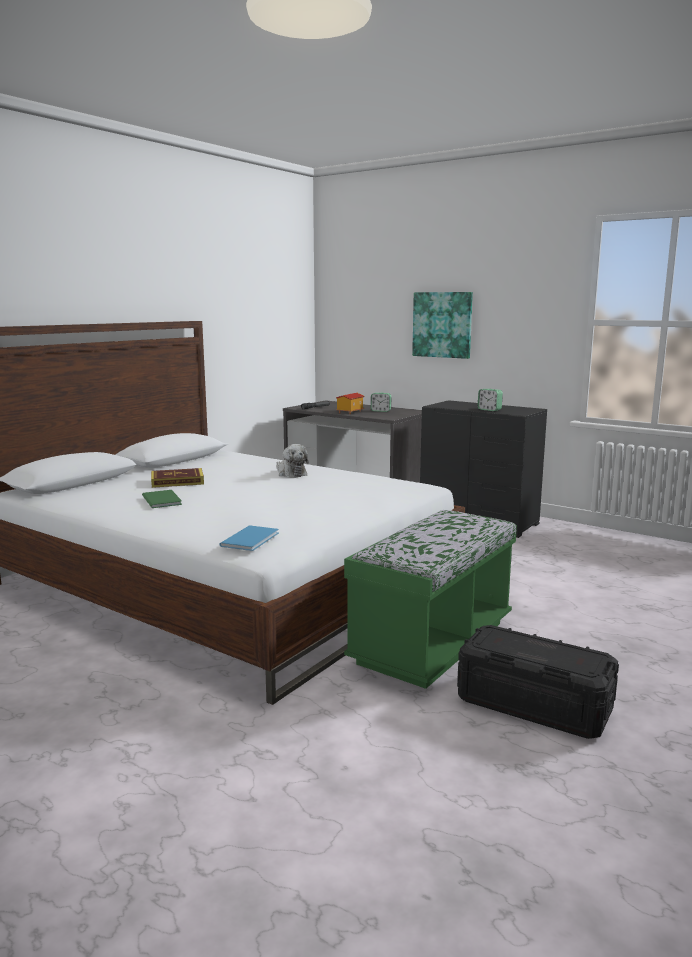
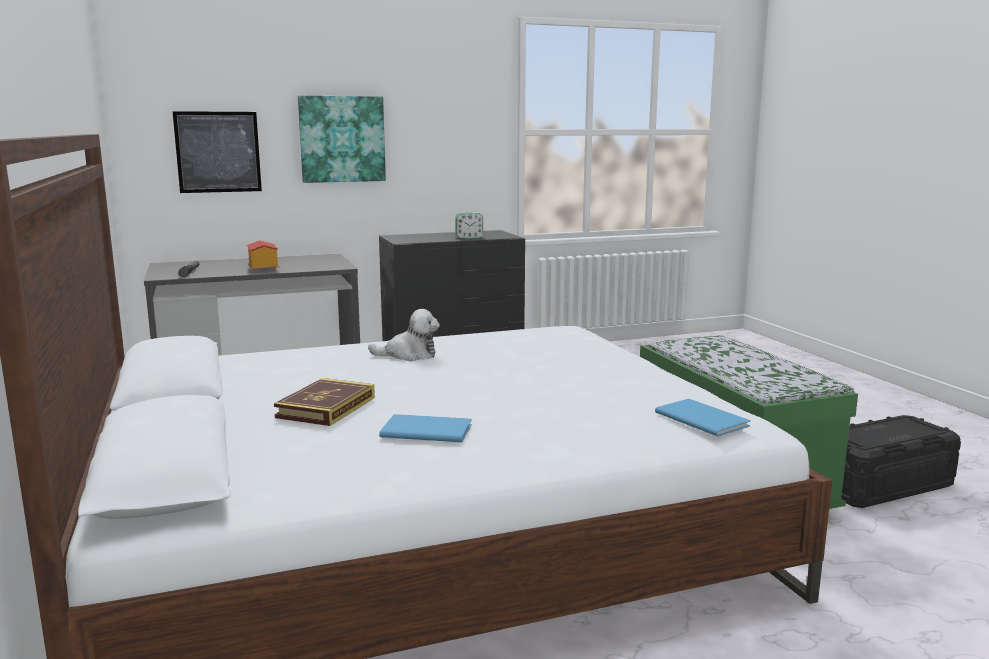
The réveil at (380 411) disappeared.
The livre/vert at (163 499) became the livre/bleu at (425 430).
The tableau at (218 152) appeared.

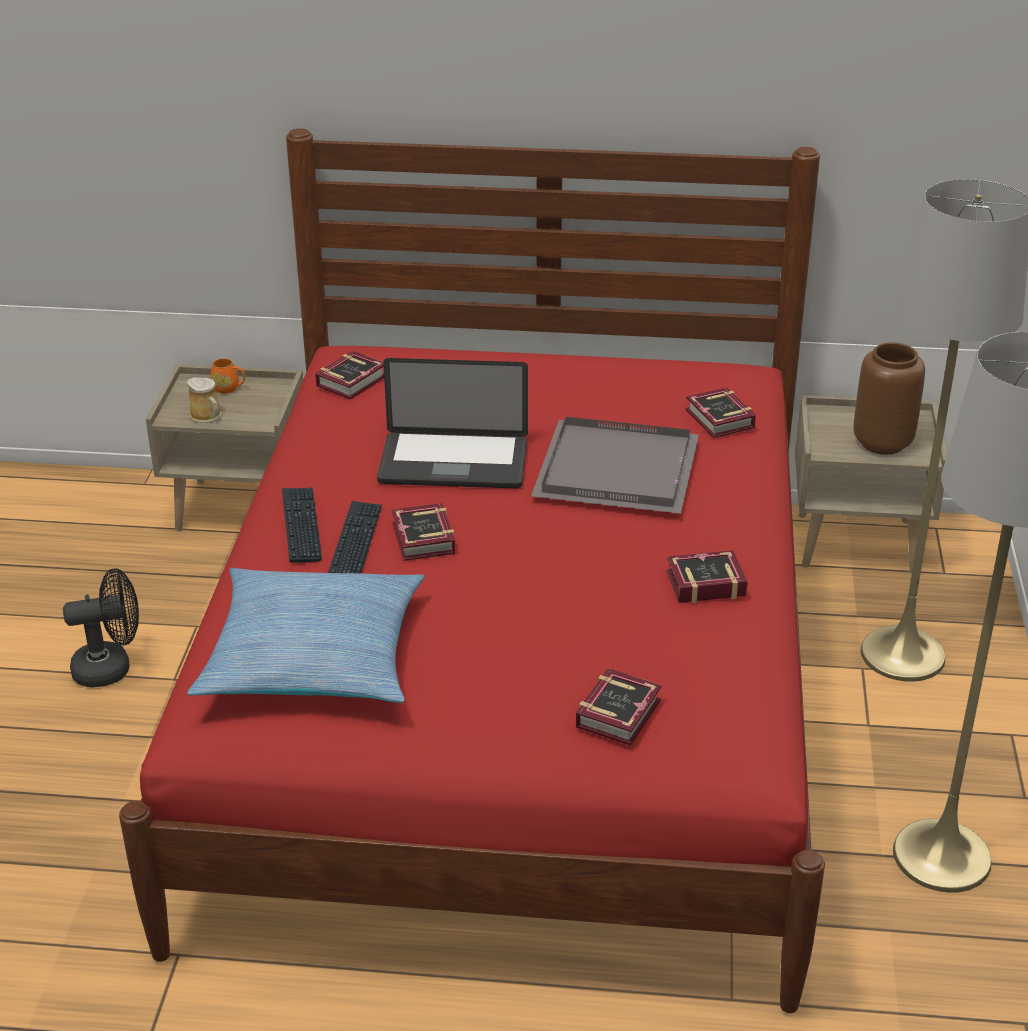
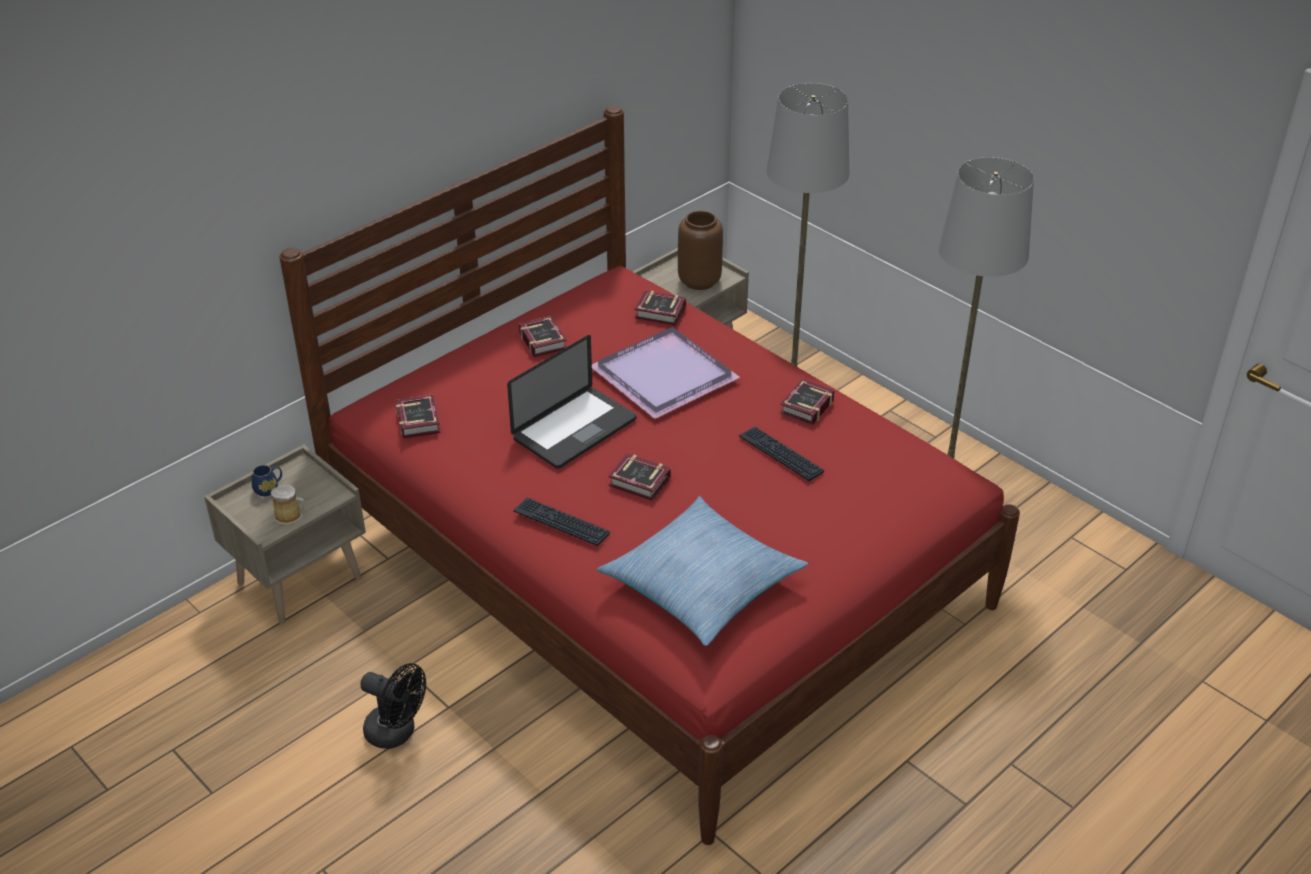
The mug/orange at (229 388) became the mug/bleu at (269 488).
The plateau/gris at (619 472) became the plateau/violet at (667 376).
The clavier moved from (355 542) to (780 455).
The ventilateur/noir at (111 668) turned 90 degrees clockwise.
The livre moved from (622 712) to (543 339).

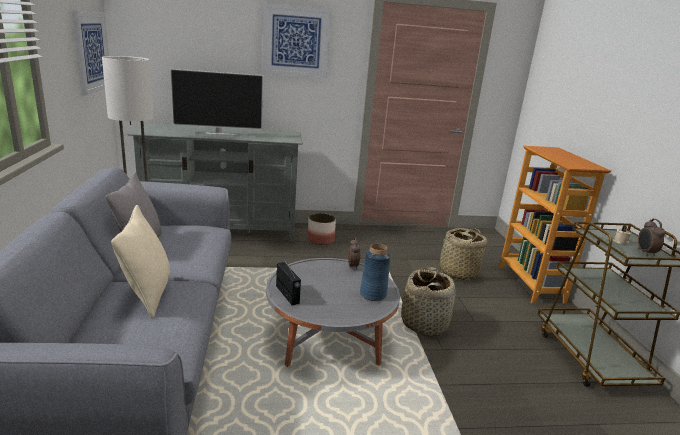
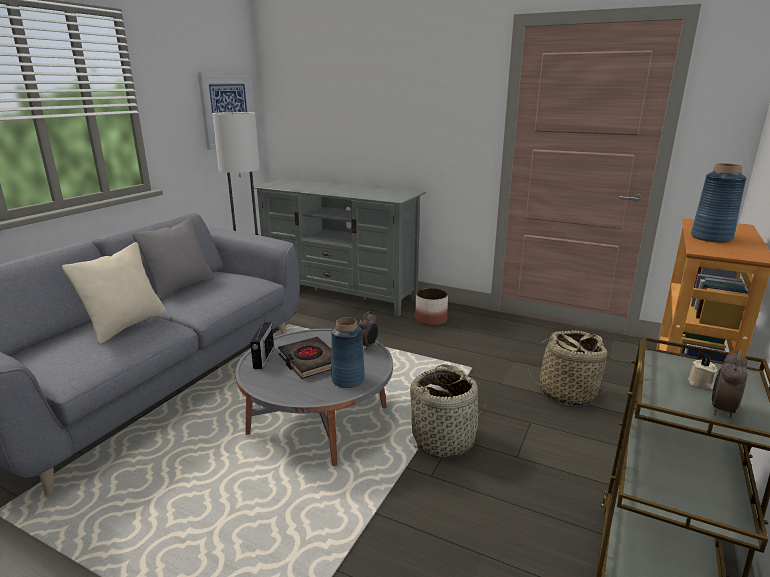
The tableau at (296 41) disappeared.
The téléviseur at (218 134) disappeared.
The vase/bleu at (711 238) appeared.
The livre/noir at (310 361) appeared.

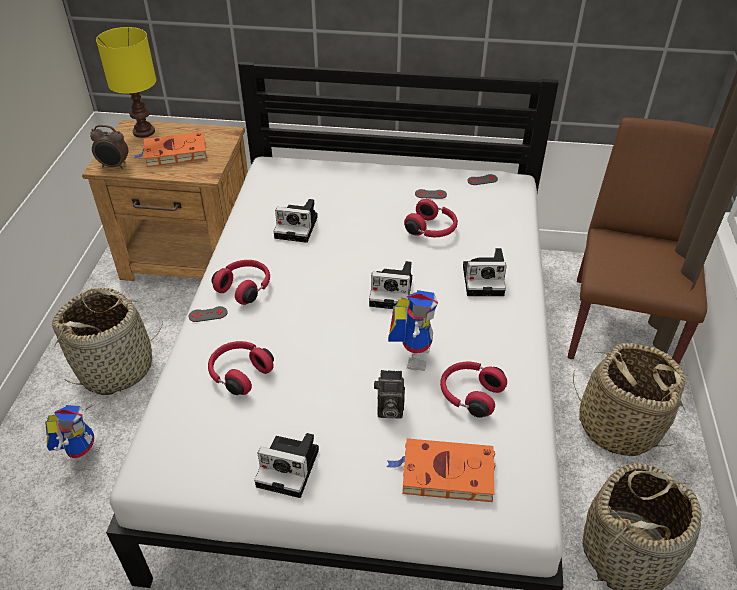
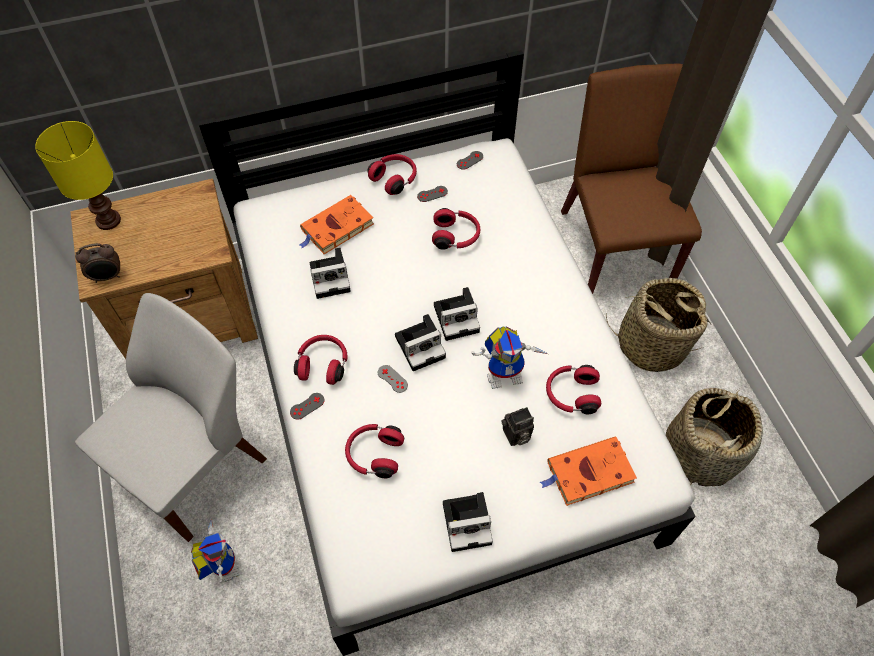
The livre/orange moved from (173 153) to (336 228).
The appareil photo moved from (485 280) to (421 345).
The panier at (117 367) was replaced by the chaise/blanc at (196 466).
The robot jouet at (412 353) turned 90 degrees clockwise.
The casque audio/rouge at (394 179) appeared.
The manette/gris at (392 379) appeared.

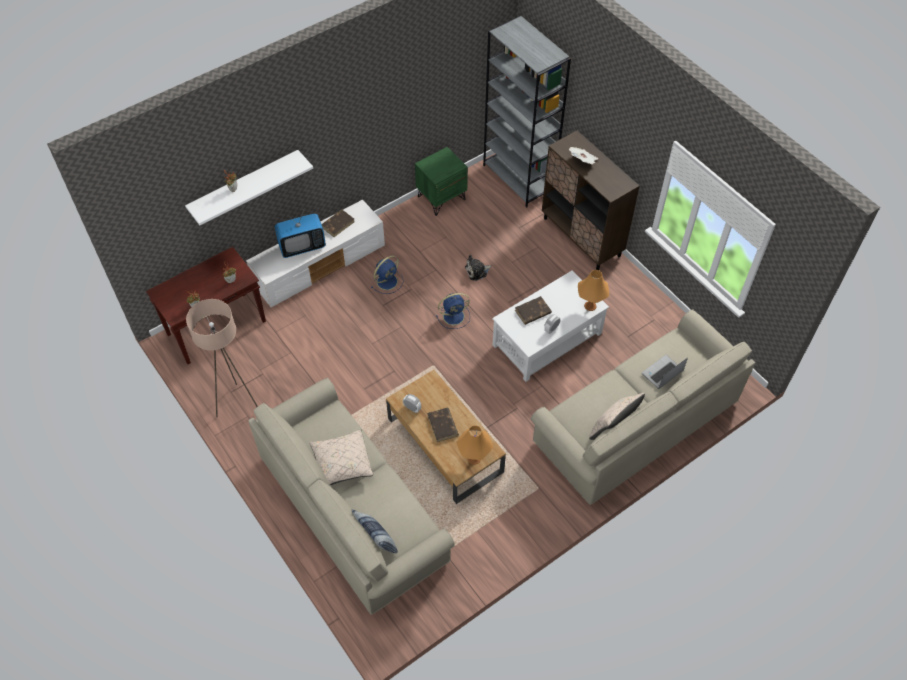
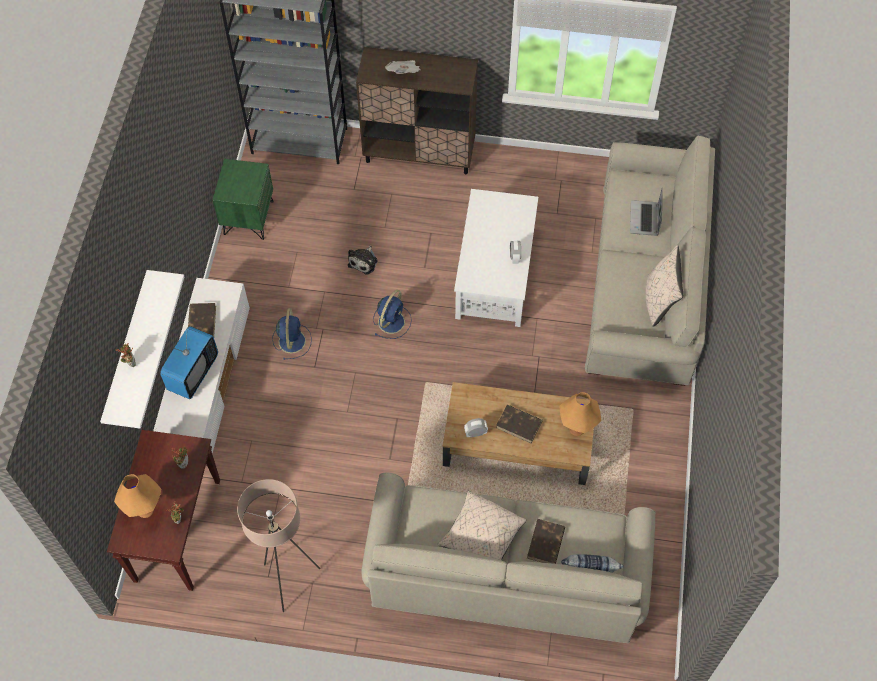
The lampe de table/orange moved from (590 306) to (145 509).
The livre/marron moved from (532 312) to (545 543).

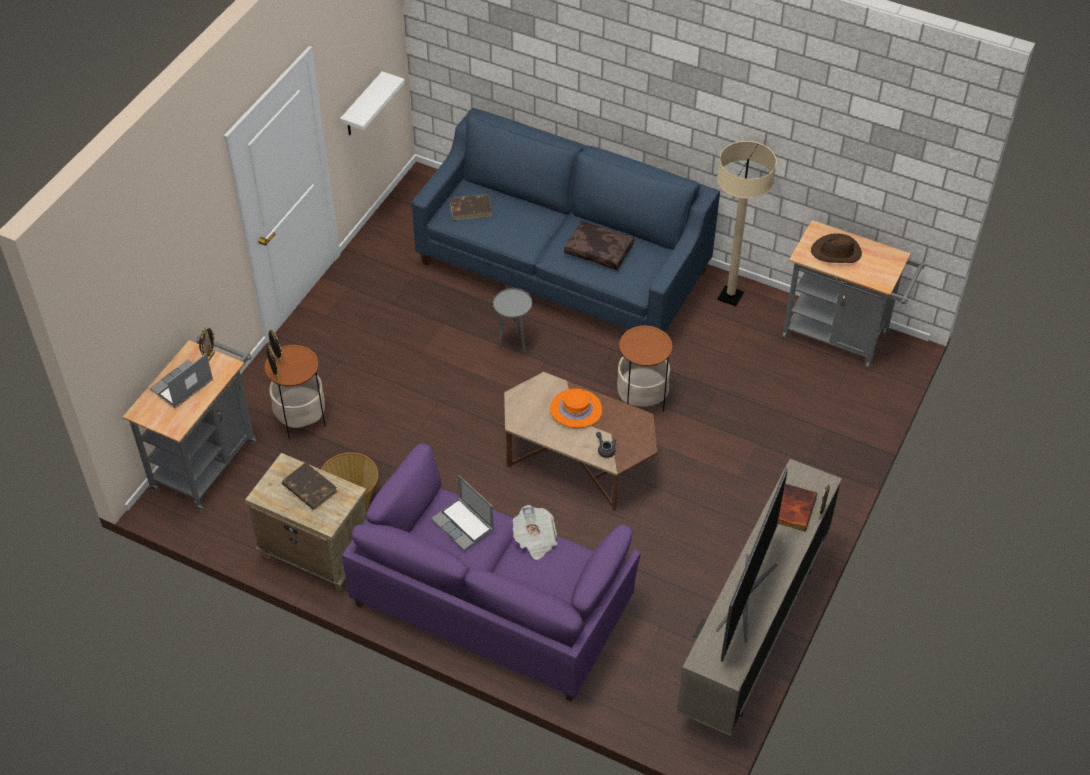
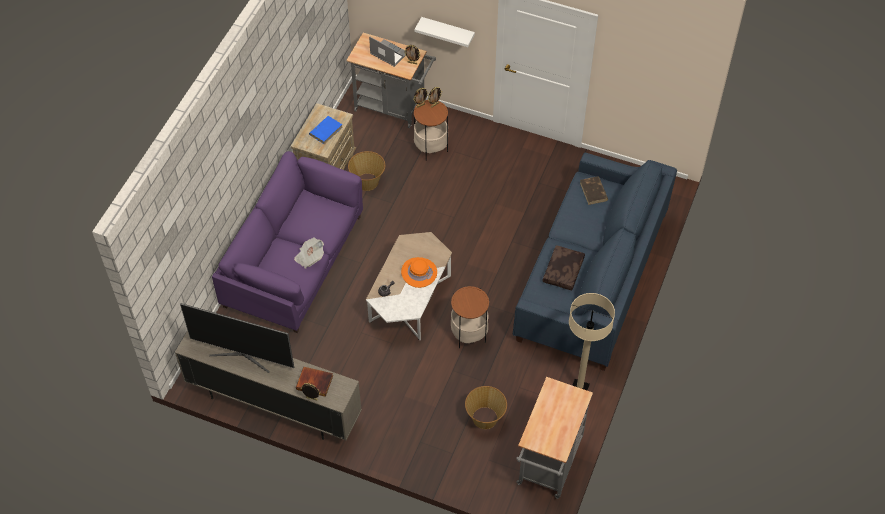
The étagère/blanc moved from (362 106) to (448 32).
The chapeau/marron at (836 252) disappeared.
The table d'appoint/gris at (513 343) disappeared.
The table basse/marron at (578 460) became the table basse/blanc at (409 299).
The livre/marron at (309 488) became the livre/bleu at (326 131).
The ordinateur portable at (464 525) disappeared.
The panier at (485 418) appeared.

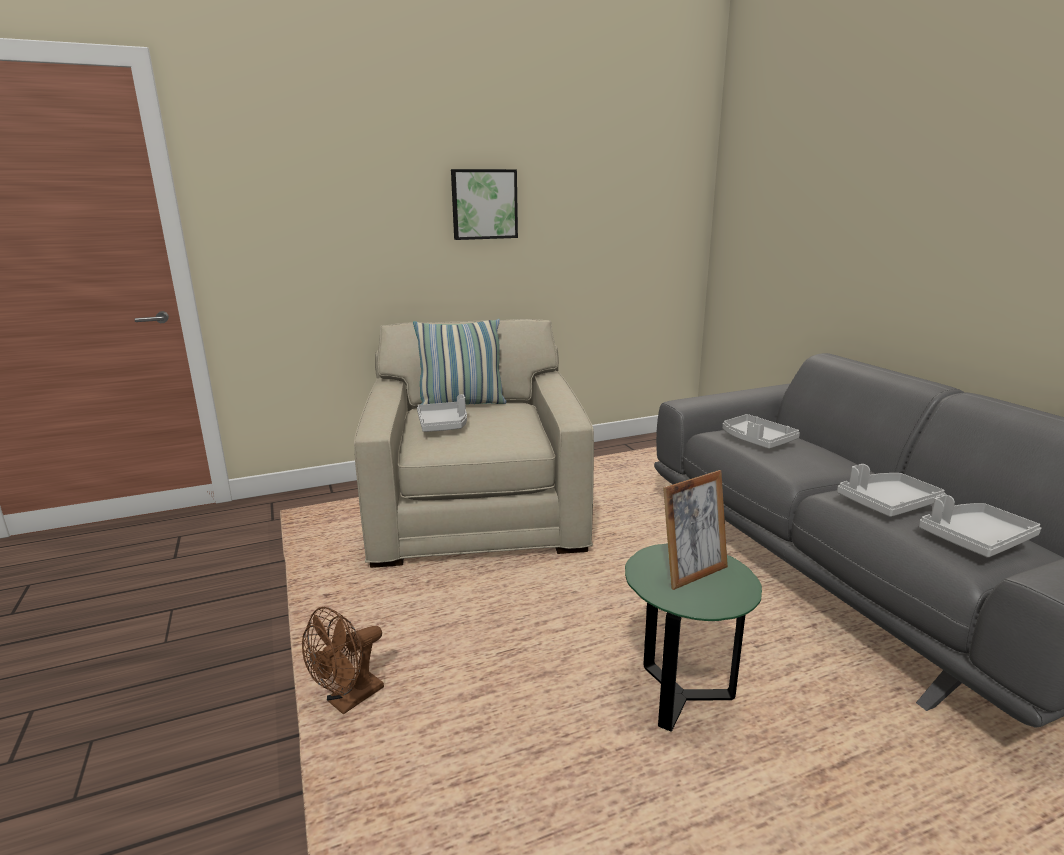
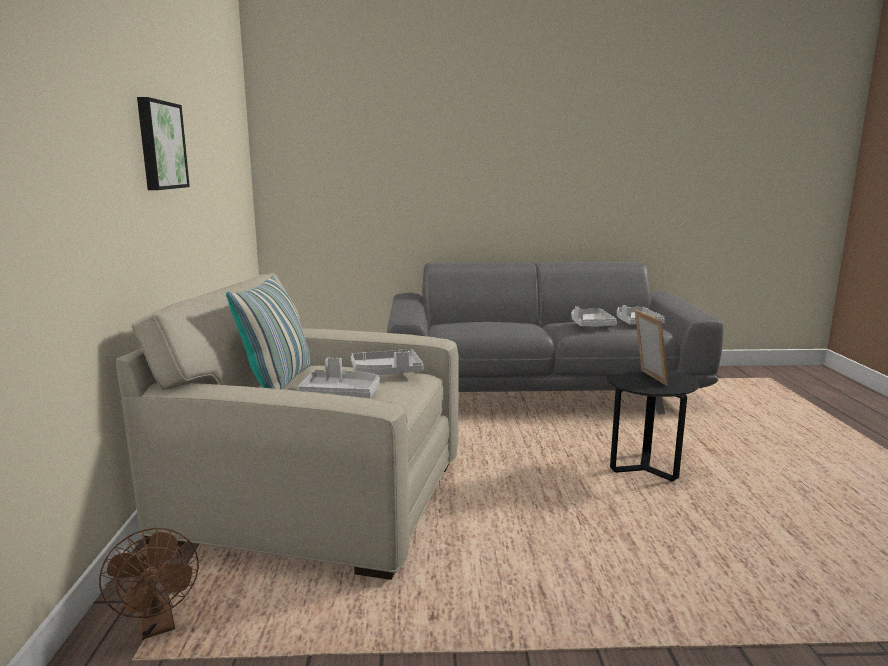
The plateau/gris moved from (756 440) to (387 372).
The table d'appoint/vert at (681 697) became the table d'appoint/noir at (644 469).
The ventilateur/marron moved from (348 701) to (158 626).

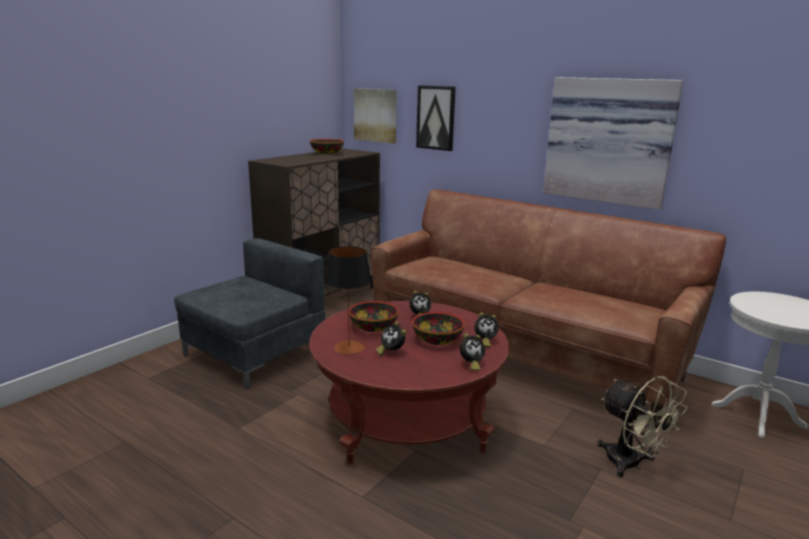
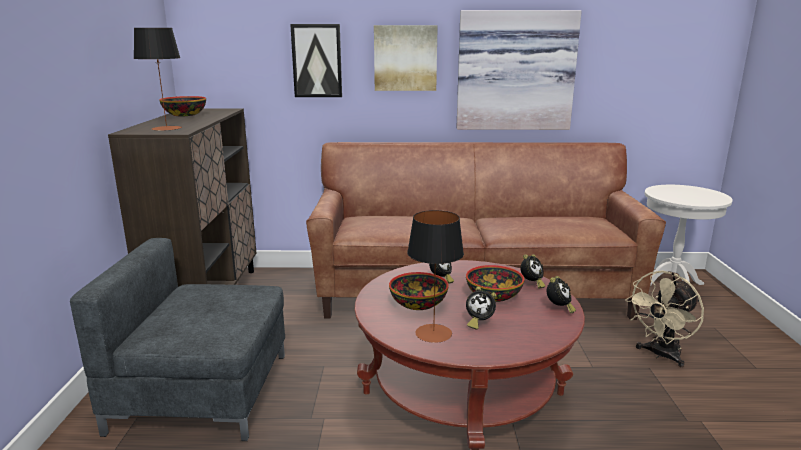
The tableau moved from (376 115) to (405 58).
The fauteuil/gris at (253 352) turned 90 degrees counterclockwise.
The ventilateur/beige at (631 464) turned 120 degrees clockwise.
The lampe de table at (166 128) appeared.

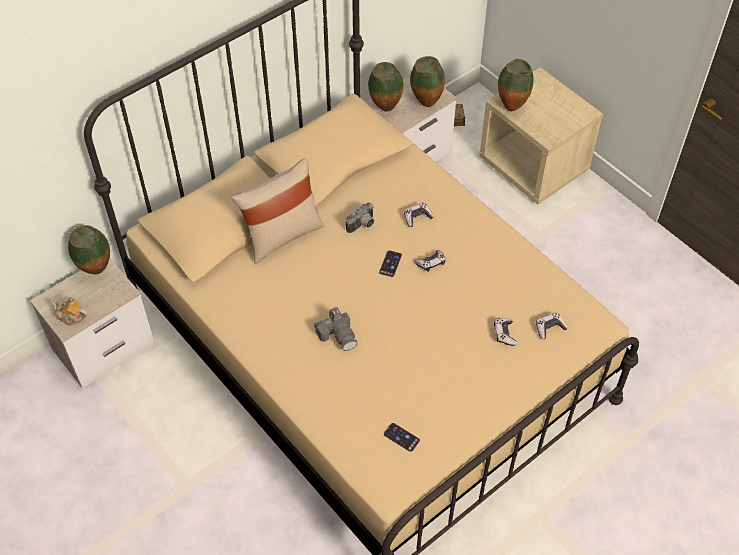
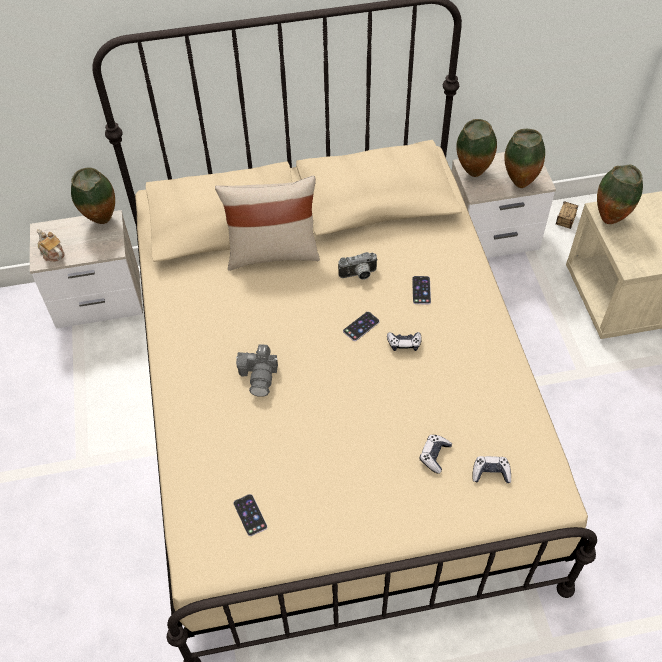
The manette at (417 217) was replaced by the téléphone at (421 290).

